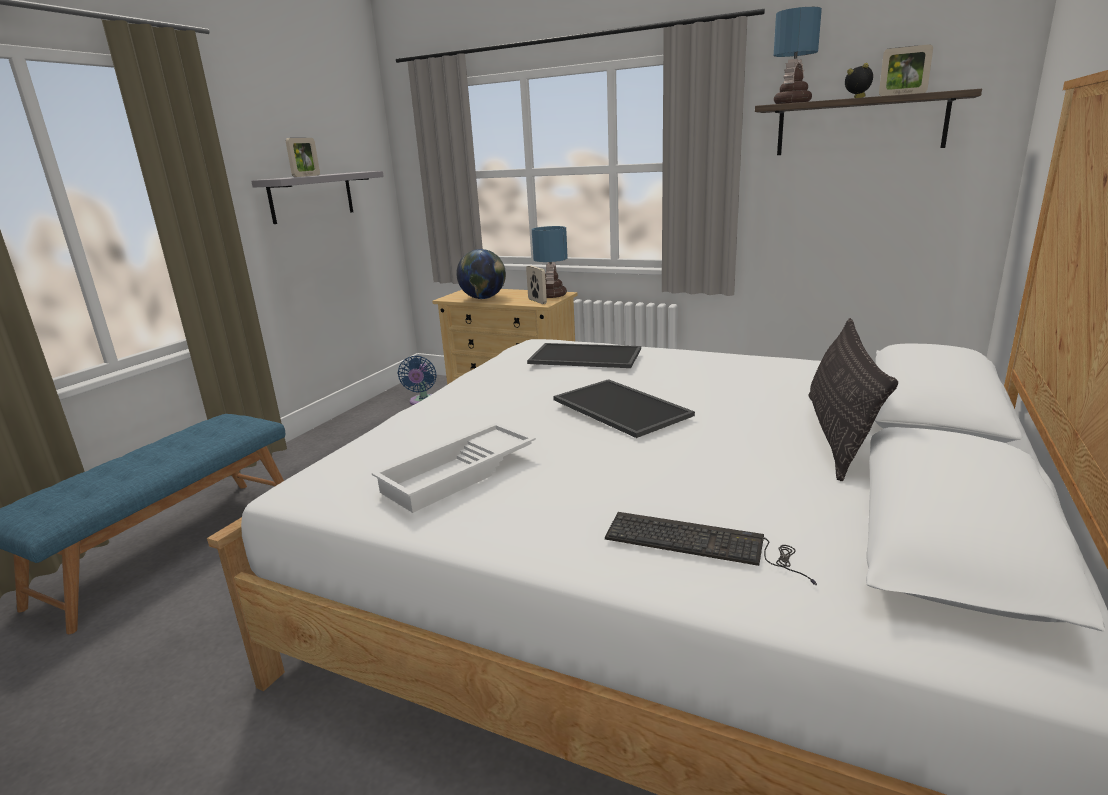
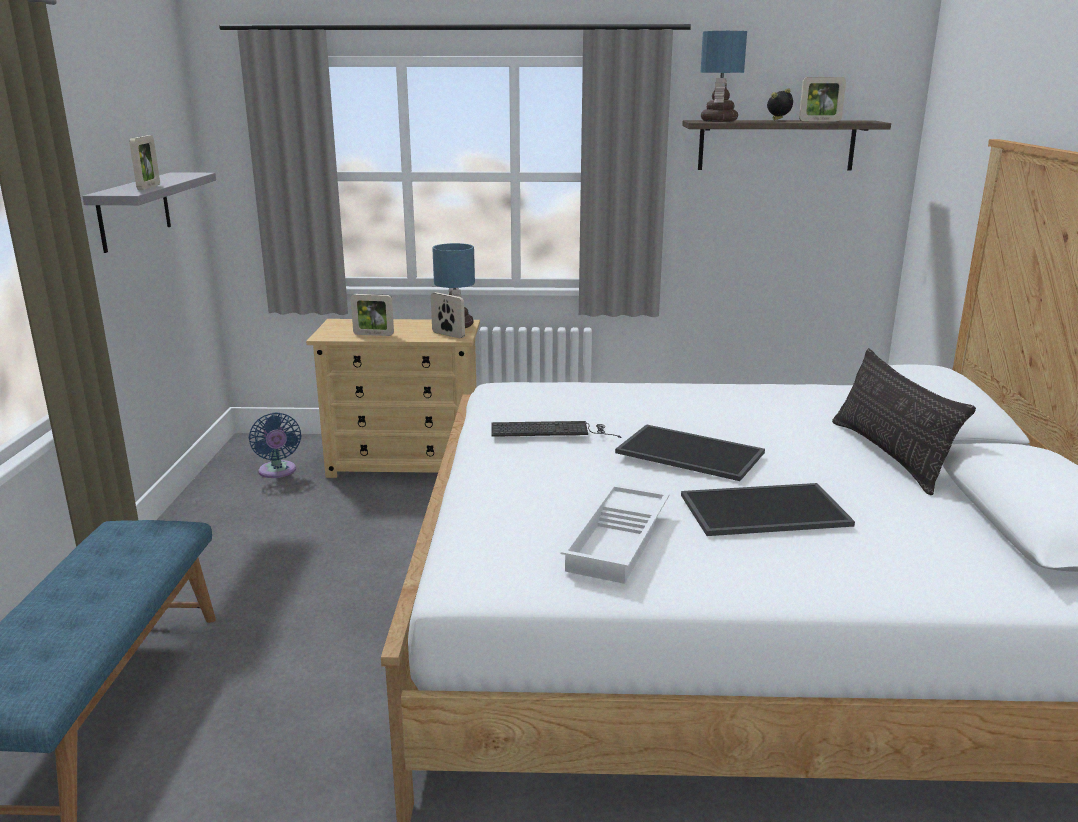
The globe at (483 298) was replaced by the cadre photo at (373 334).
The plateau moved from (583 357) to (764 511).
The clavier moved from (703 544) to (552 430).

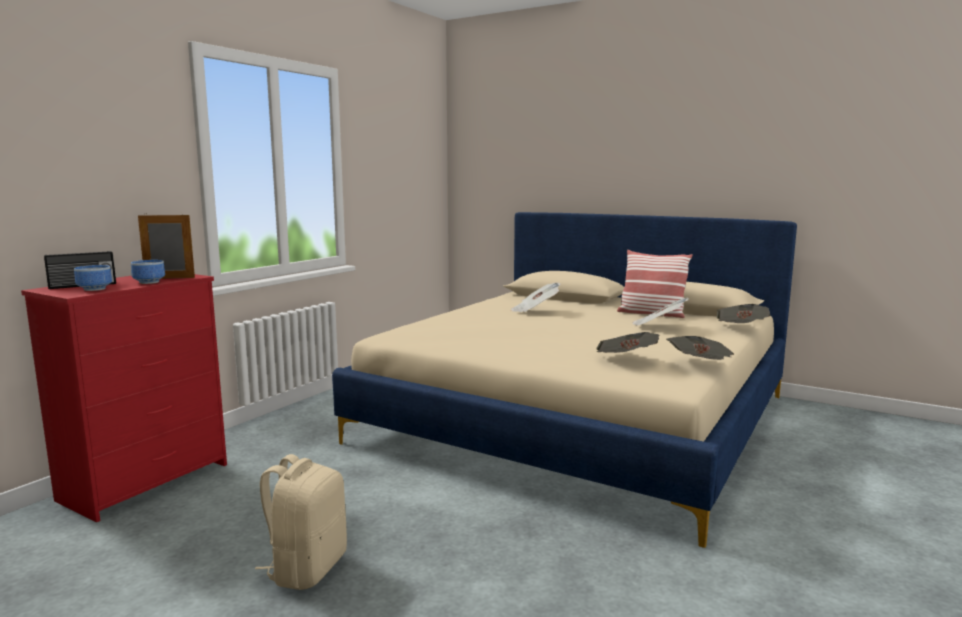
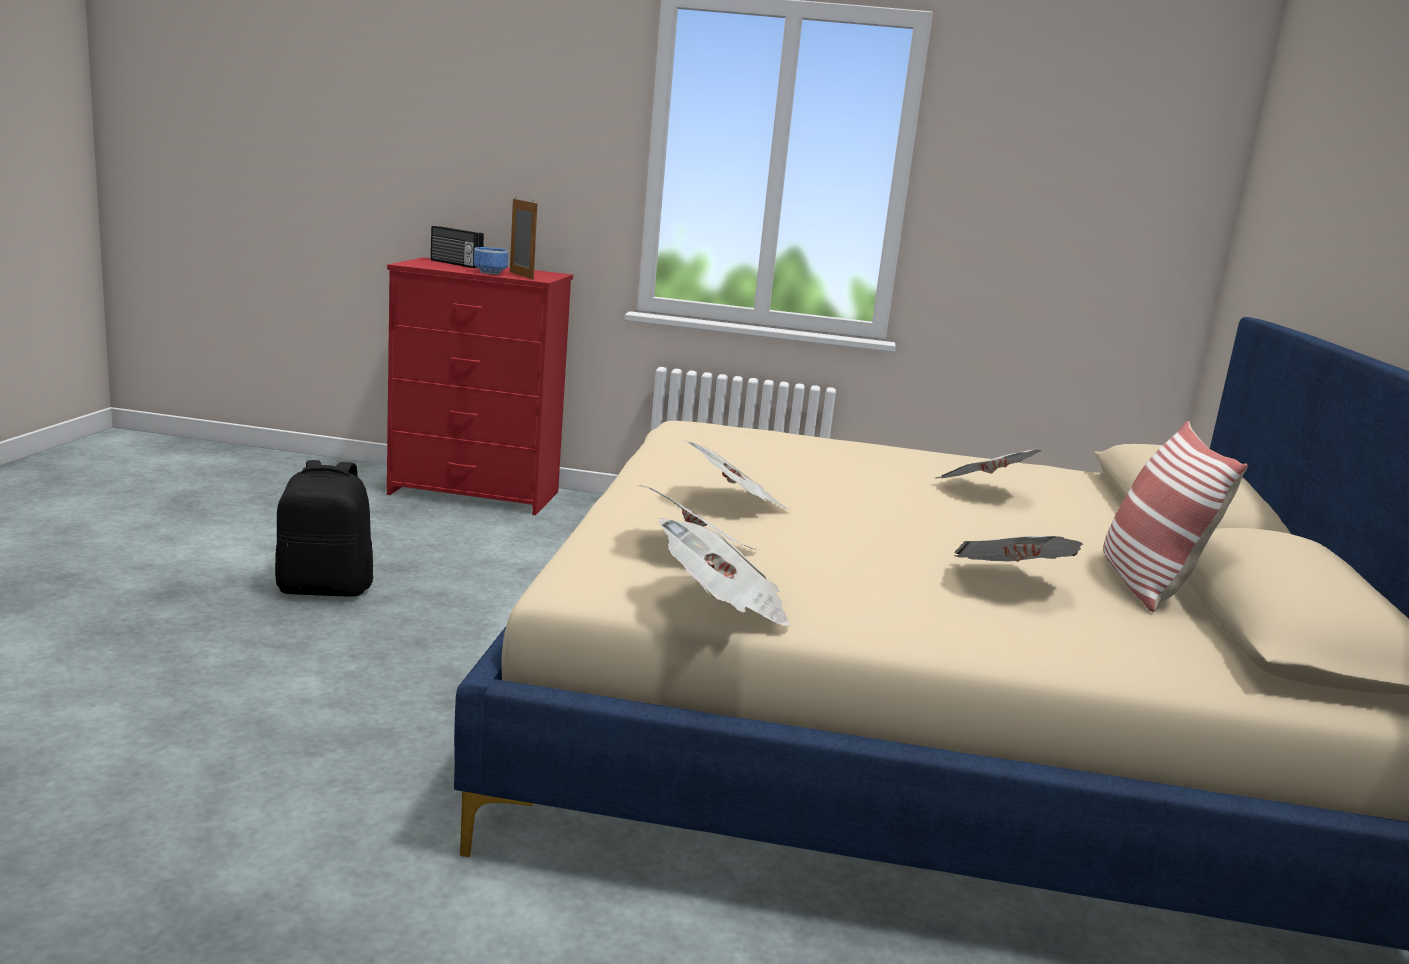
The bol at (95 289) disappeared.
The journal moved from (741 328) to (735 503).
The sac à dos/beige at (306 568) became the sac à dos/noir at (326 588).

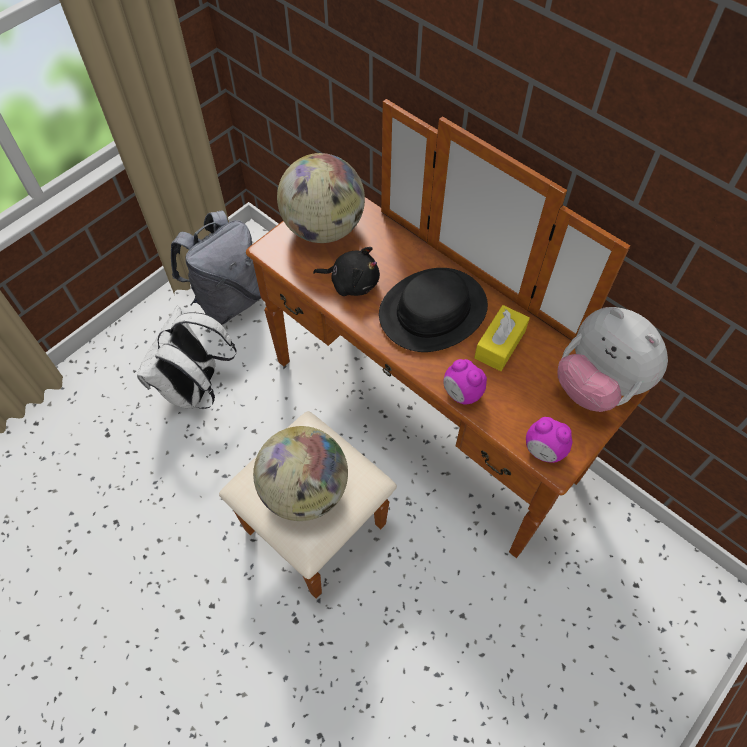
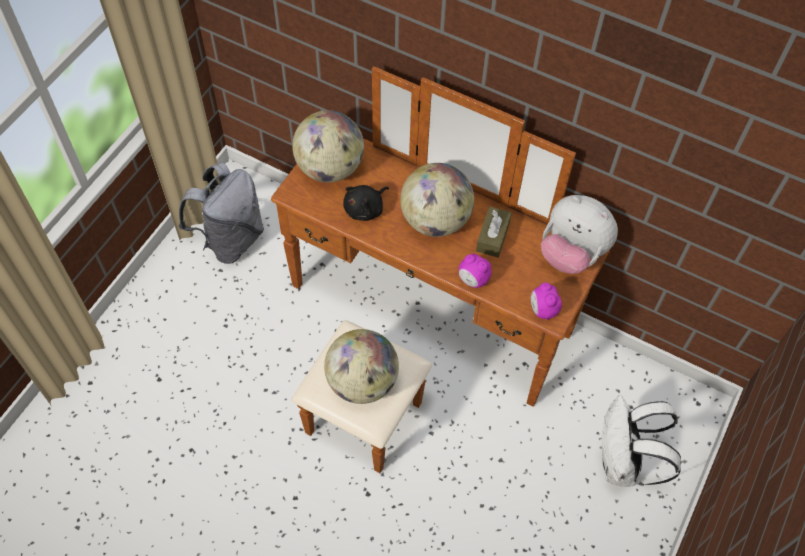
The peluche/noir at (352 282) turned 135 degrees clockwise.
The chapeau/noir at (433 311) was replaced by the globe at (435 220).
The boîte à mouchoirs/jaune at (500 344) became the boîte à mouchoirs/marron at (492 237).
The sac à dos/blanc moved from (196 389) to (622 464).
The réveil at (543 450) turned 60 degrees clockwise.

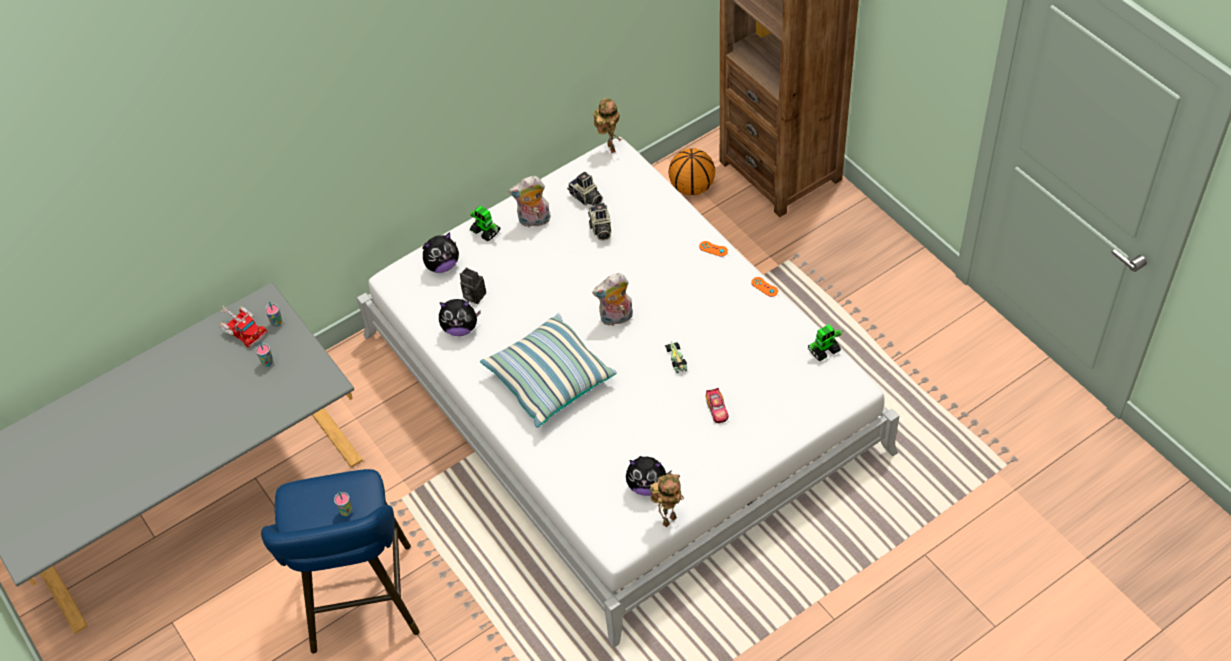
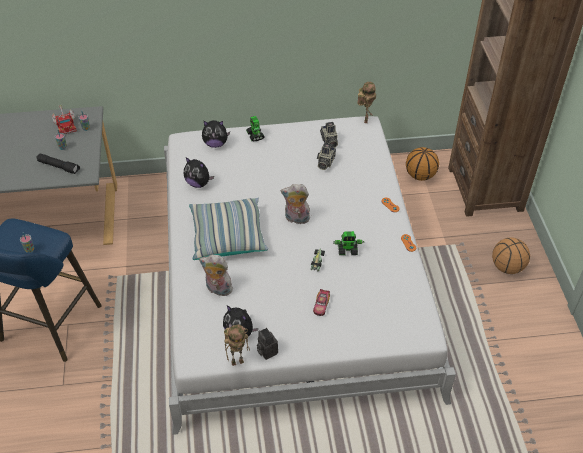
The peluche moved from (534 221) to (217 290).
The appareil photo moved from (473 296) to (266 351).
The robot jouet moved from (824 350) to (347 250).
The lampe de poche/noir at (59 166) appeared.
The ballon de basket at (507 267) appeared.

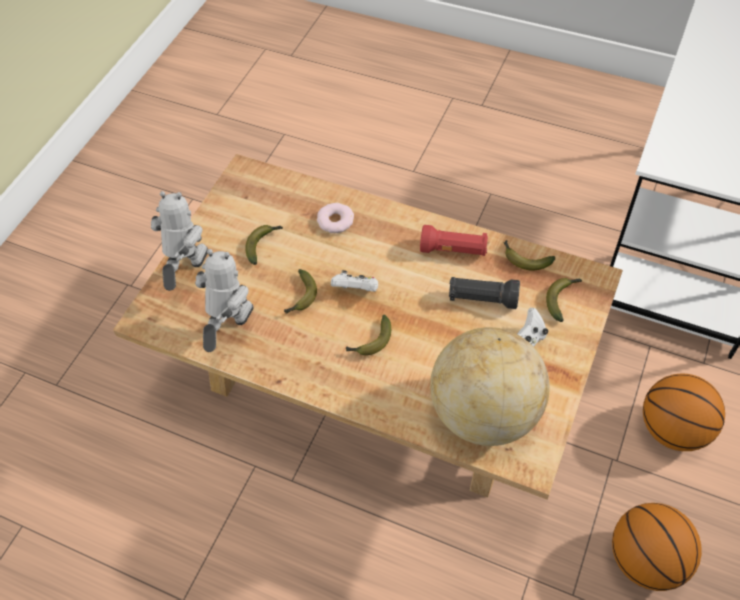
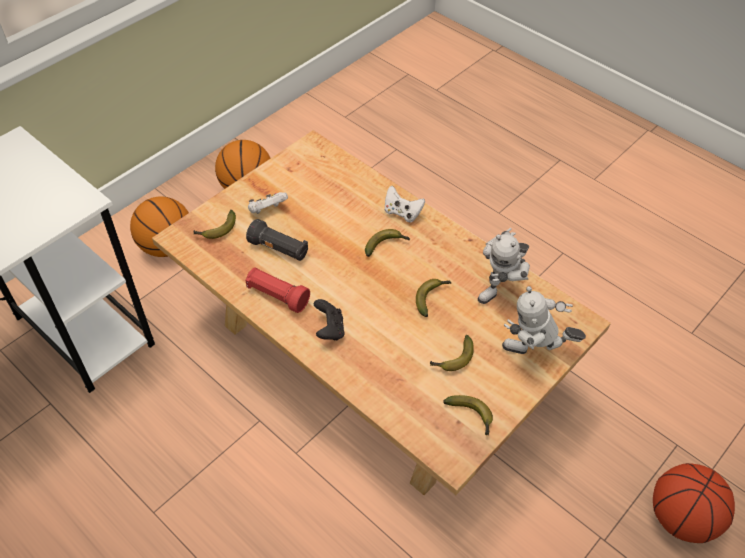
The robot jouet at (188 272) turned 60 degrees clockwise.
The beignet at (335 221) disappeared.
The banane moved from (524 259) to (471 416).
The manette/blanc moved from (356 290) to (402 213).
The globe at (484 412) disappeared.
The manette/noir at (329 330) appeared.
The ballon de basket at (681 517) appeared.

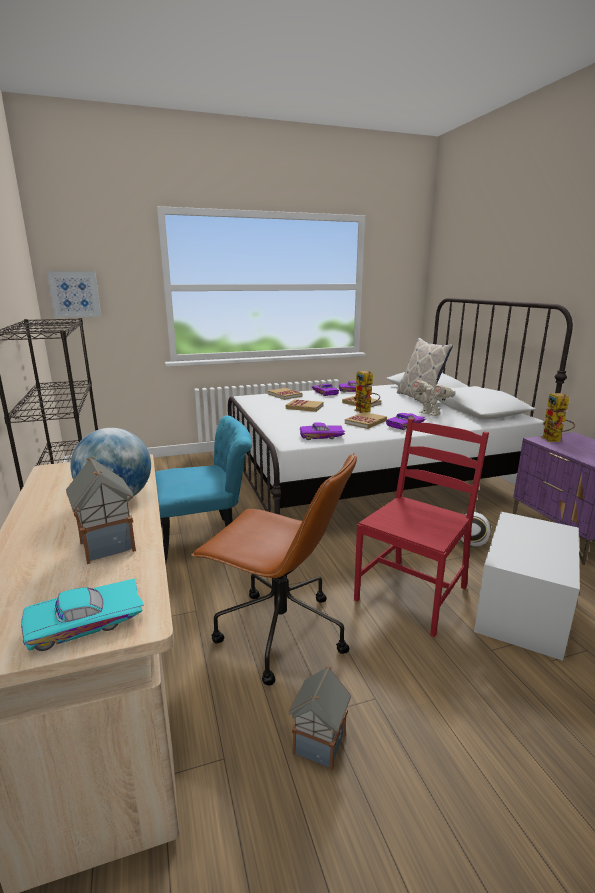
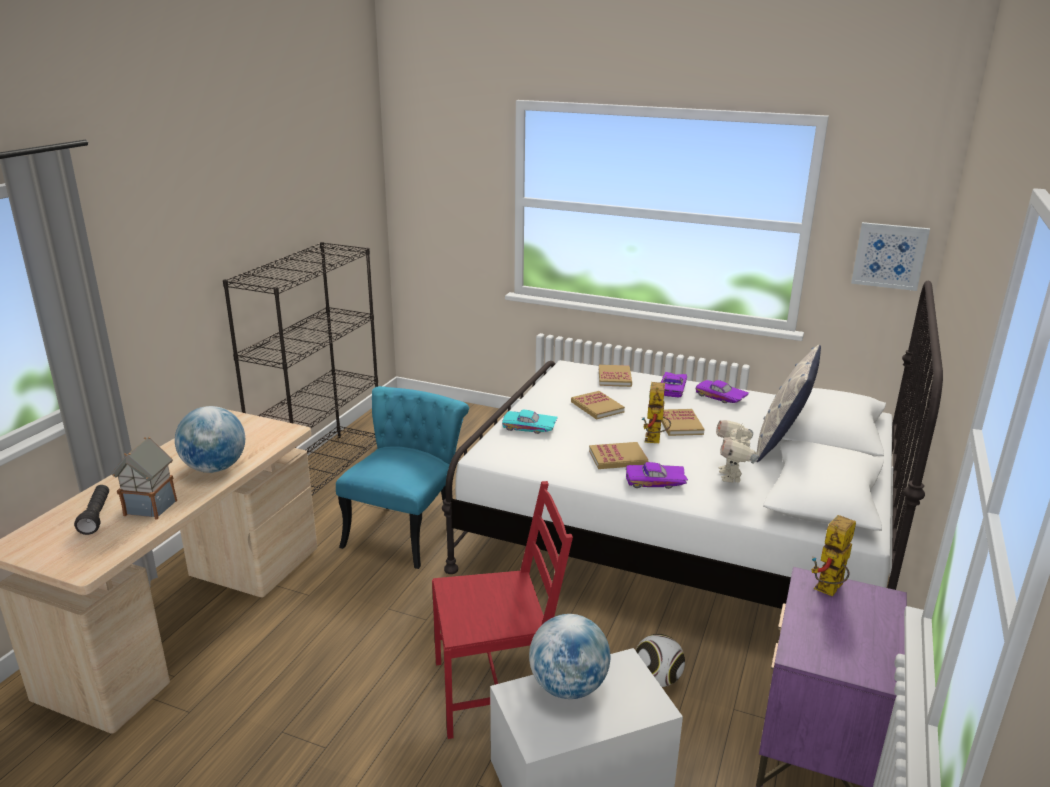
The tableau moved from (75 294) to (889 256).
The chaise/turquoise at (207 538) turned 90 degrees counterclockwise.
The petite voiture/violet at (322 437) disappeared.
The chaise de bureau/marron at (279 632) disappeared.
The petite voiture/turquoise moved from (86 624) to (529 428).
The maison miniature at (319 745) disappeared.
The lampe de poche/noir at (96 516) appeared.
The globe at (568 687) appeared.

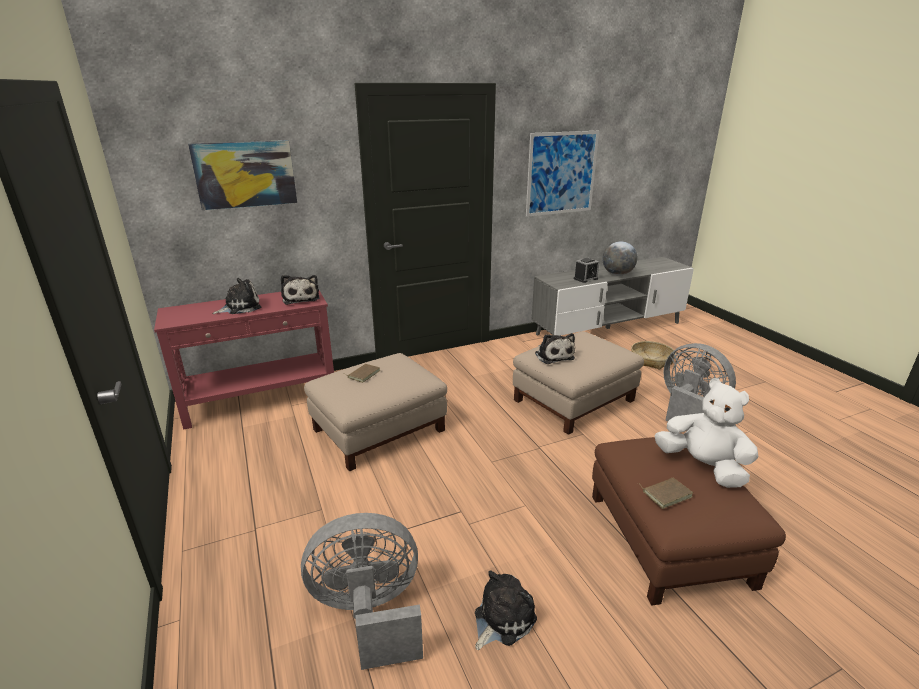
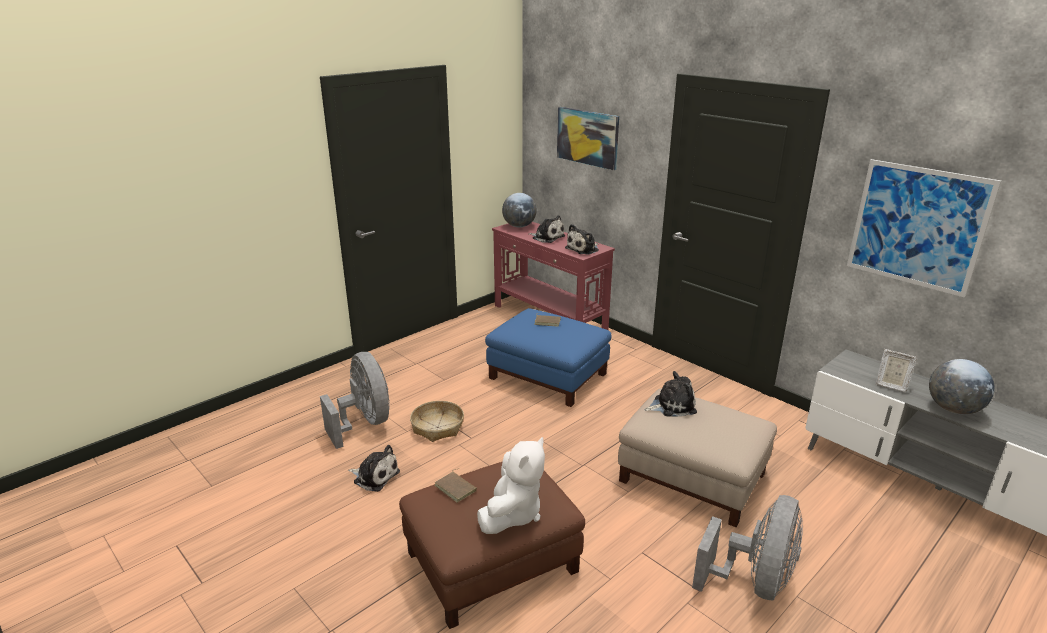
The réveil at (585 279) was replaced by the cadre photo at (891 385).
The peluche at (553 355) turned 150 degrees counterclockwise.
The panier moved from (651 360) to (437 427).
The pouf/beige at (379 429) became the pouf/bleu at (548 376).
The globe at (519 226) appeared.

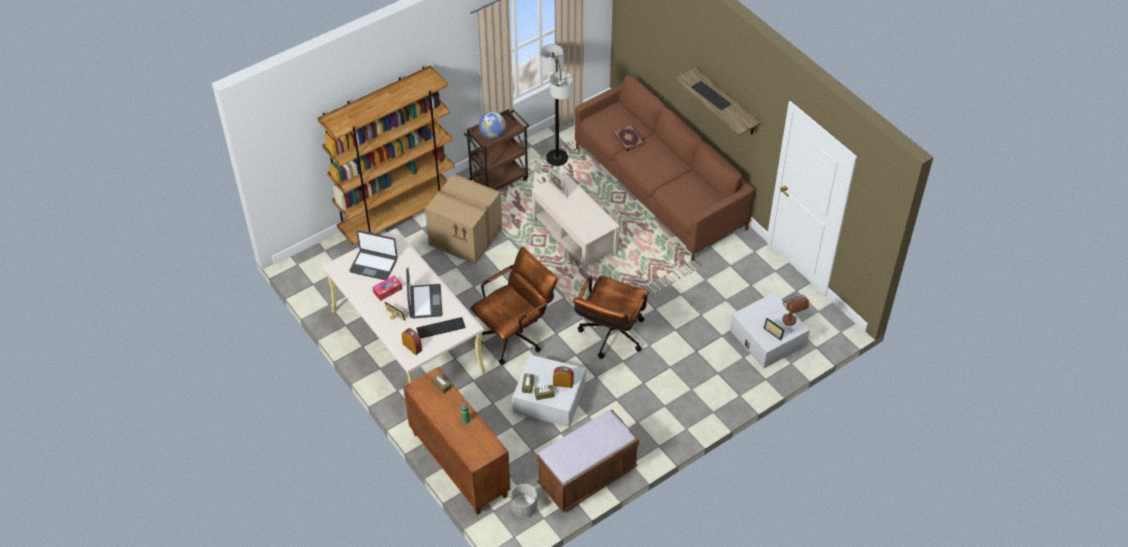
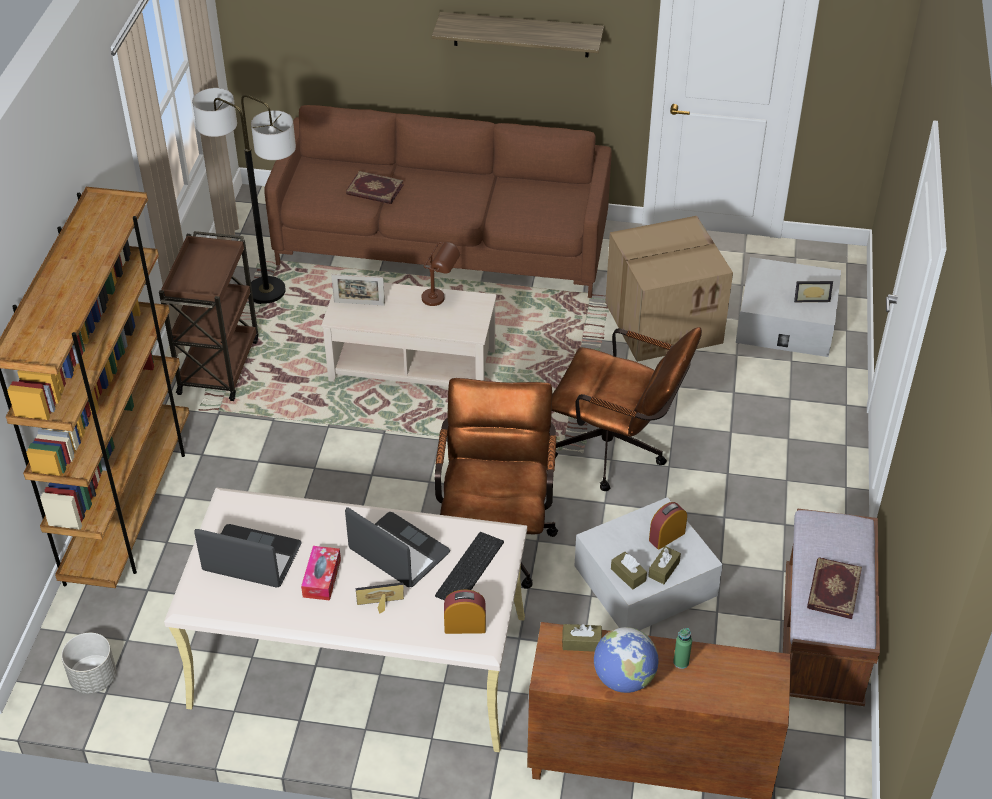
The clavier at (711 95) disappeared.
The globe moved from (492 135) to (624 679).
The carton moved from (467 236) to (664 321).
The ordinateur portable at (374 265) turned 135 degrees counterclockwise.
The chaise de bureau/marron at (610 338) turned 45 degrees counterclockwise.
The lampe de table/marron moved from (792 323) to (441 299).
The cache-pot/gris moved from (524 508) to (93 678).
The livre at (832 589) appeared.

